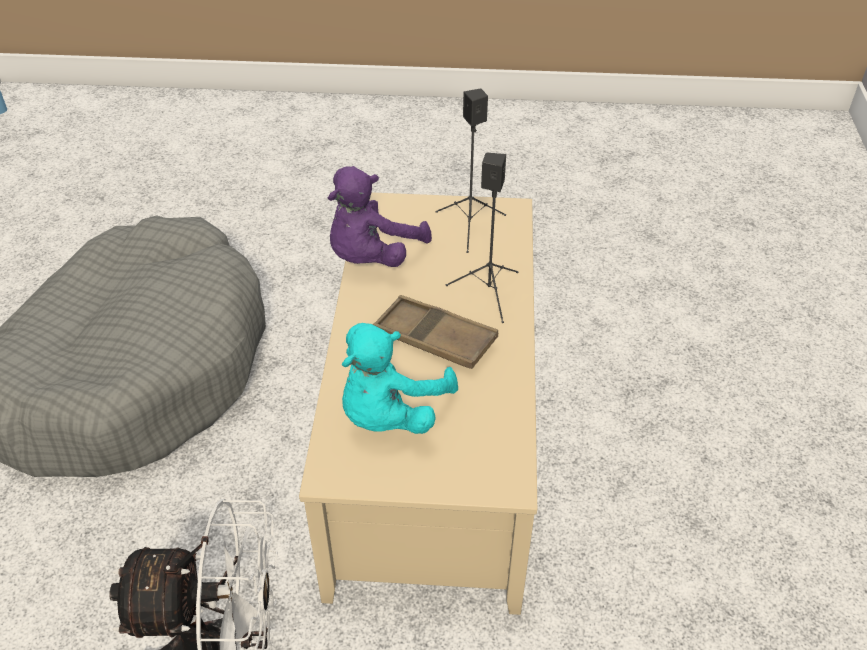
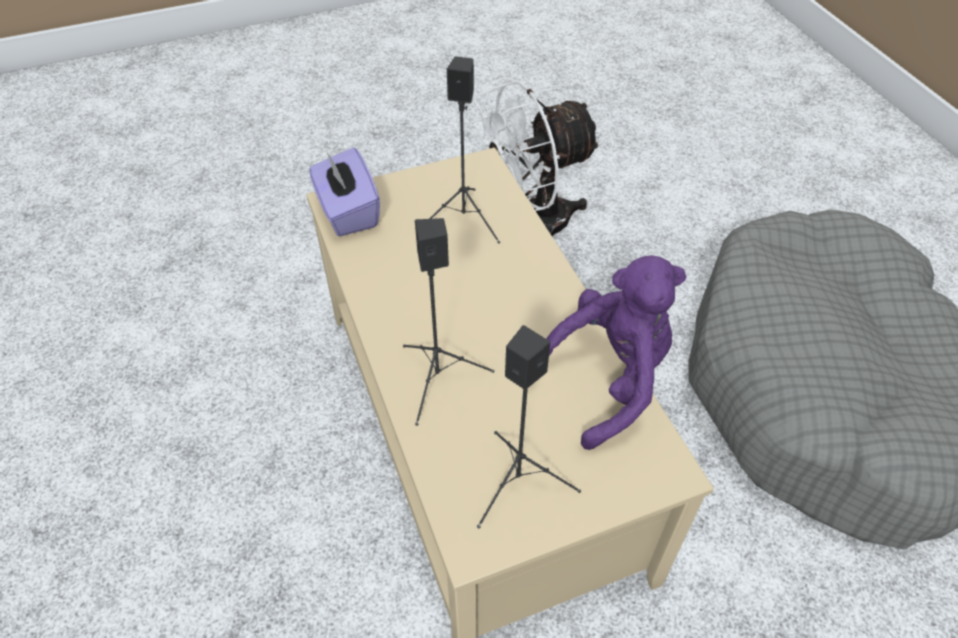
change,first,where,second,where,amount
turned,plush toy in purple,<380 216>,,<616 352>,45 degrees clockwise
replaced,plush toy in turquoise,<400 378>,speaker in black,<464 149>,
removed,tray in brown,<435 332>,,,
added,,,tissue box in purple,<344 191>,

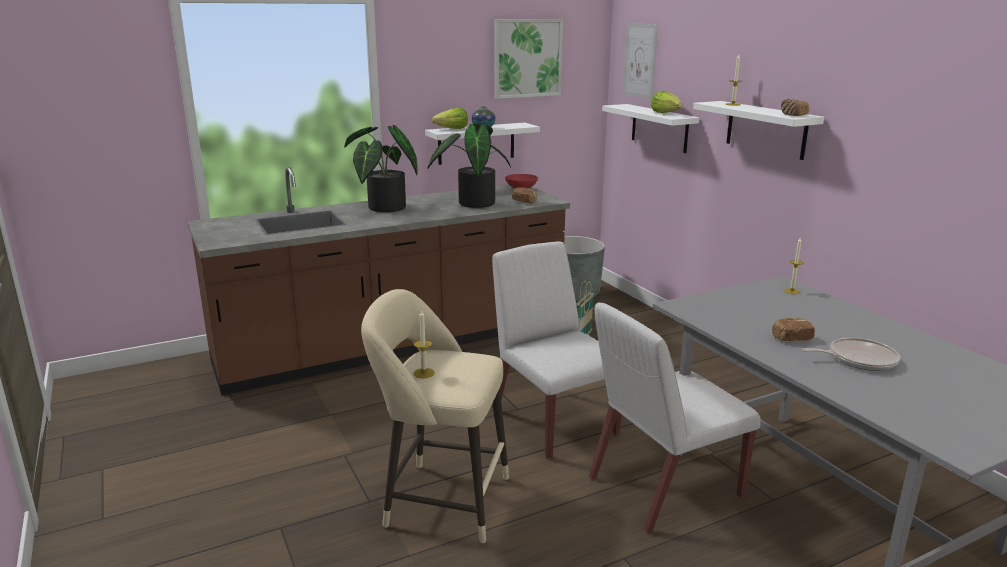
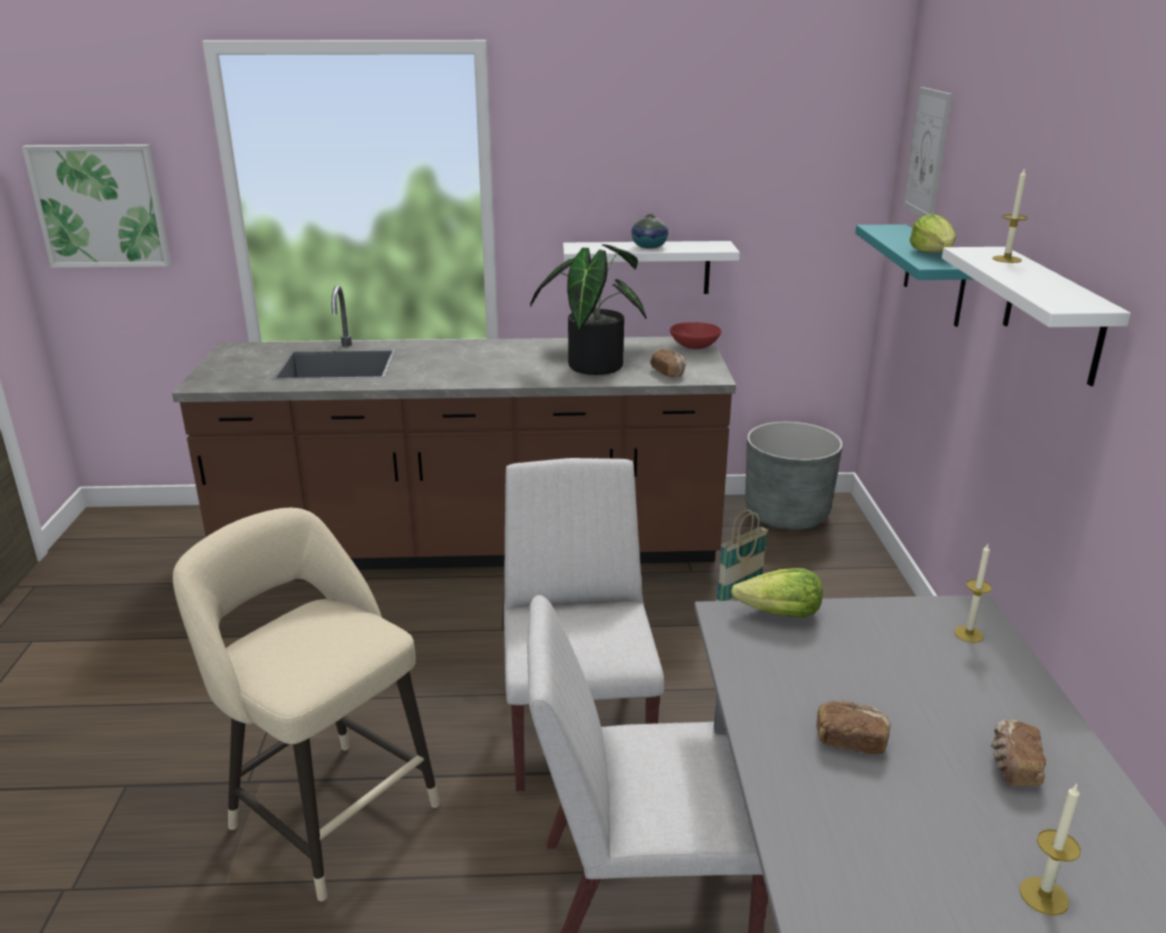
change,first,where,second,where,amount
removed,potted plant,<381 168>,,,
moved,candle,<424 344>,,<1050 849>,
moved,lettuce,<450 118>,,<777 593>,
moved,picture,<528 59>,,<97 206>,
recoloured,shelf in white,<650 128>,shelf in turquoise,<914 275>,
moved,bread,<795 107>,,<1018 753>,
removed,frying pan,<851 354>,,,

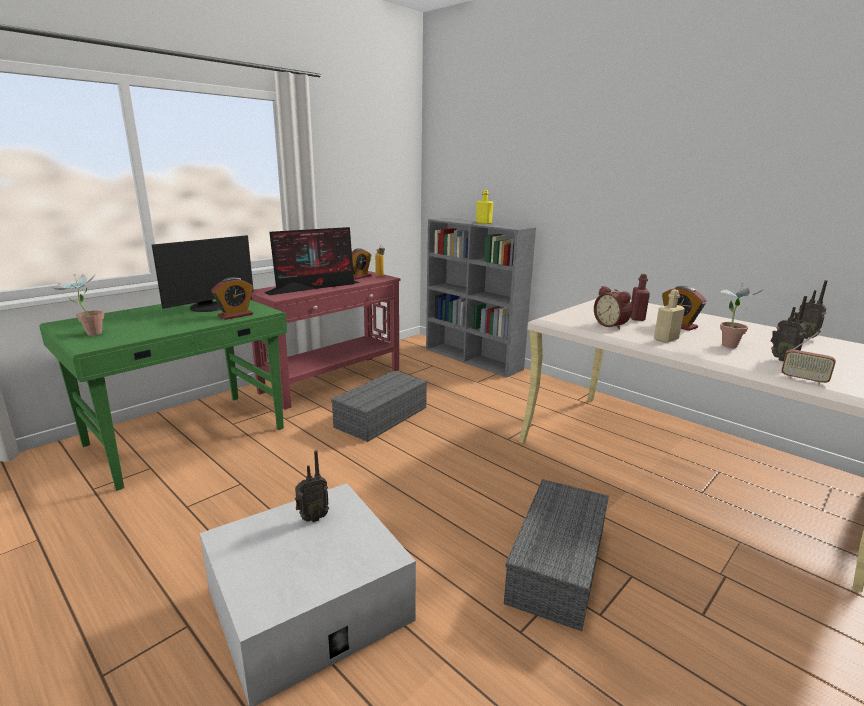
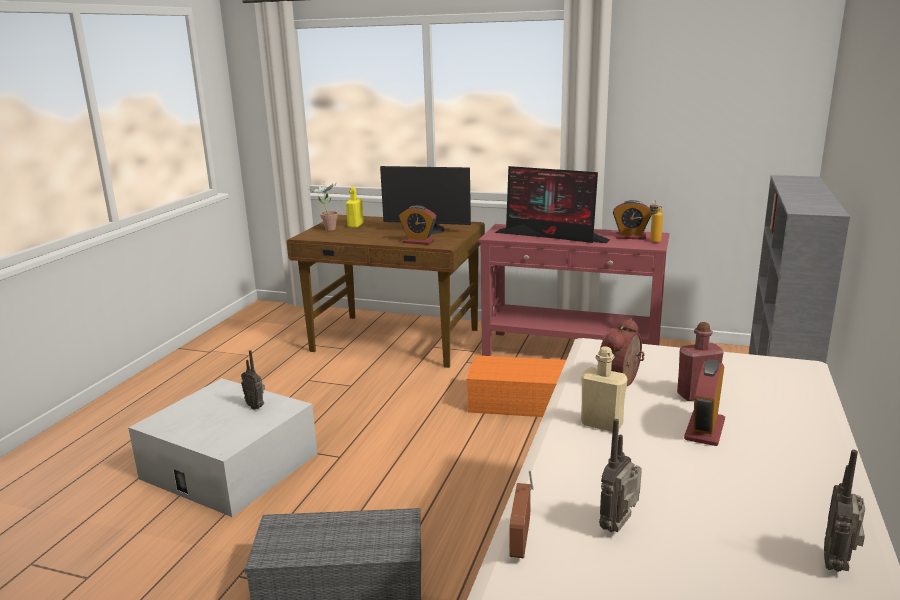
change,first,where,second,where,amount
recoloured,desk in green,<163 395>,desk in brown,<386 291>,
recoloured,storage box in grey,<379 406>,storage box in orange,<516 386>,
moved,bottle in yellow,<484 207>,,<355 207>,
removed,potted plant,<740 315>,,,

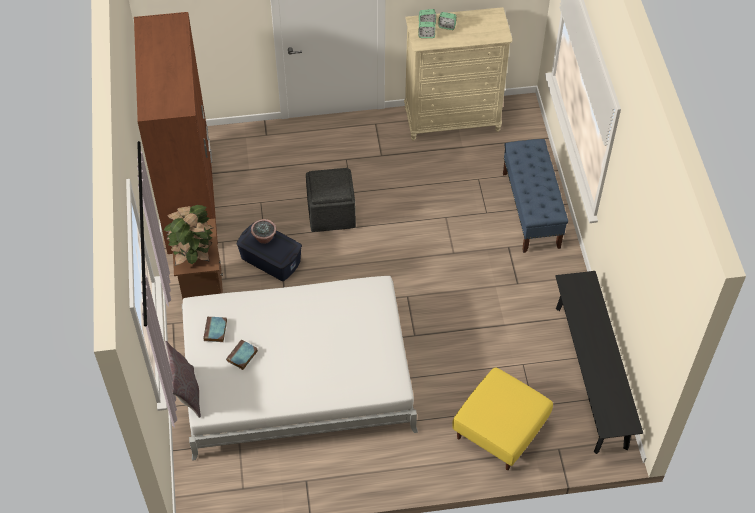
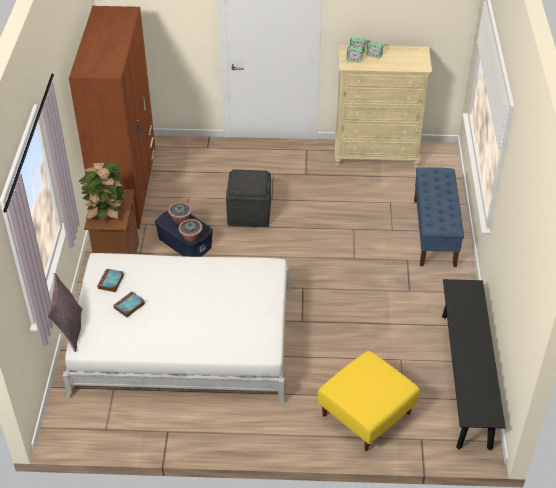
change,first,where,second,where,amount
added,,,potted plant,<190 230>,

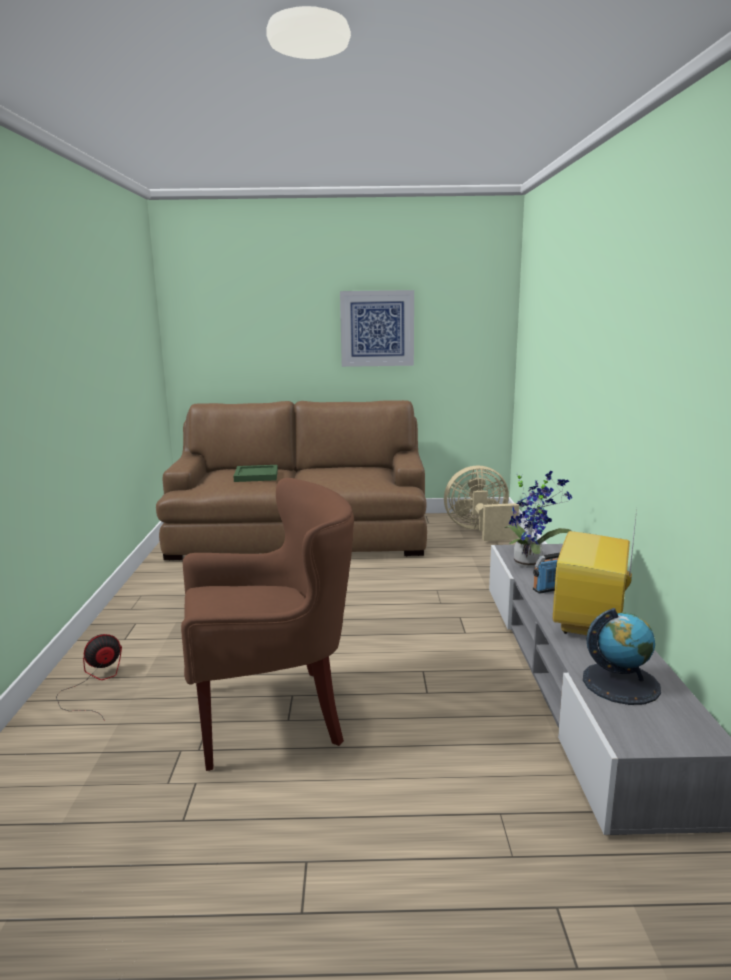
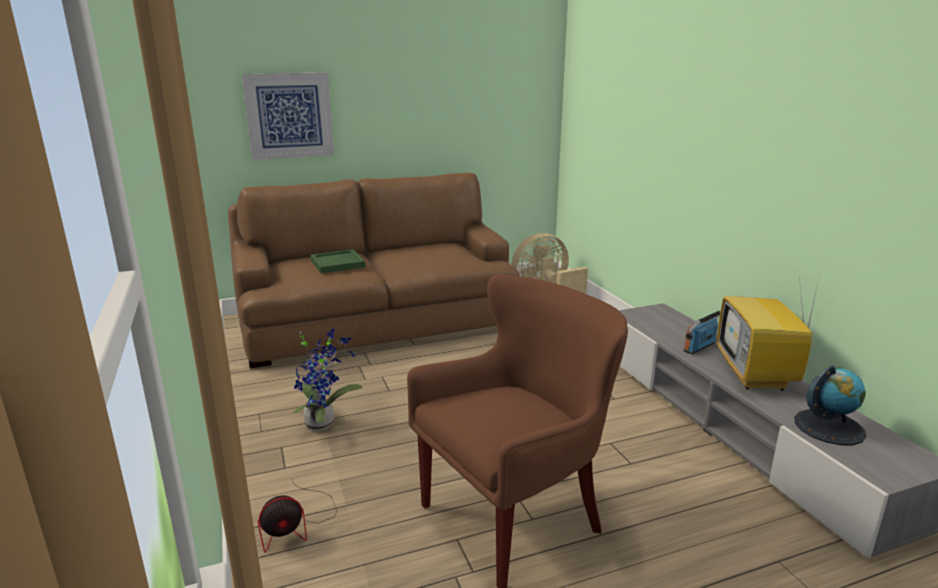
change,first,where,second,where,amount
turned,fan,<89 677>,,<297 516>,150 degrees counterclockwise
moved,picture,<377 328>,,<288 116>,
moved,potted plant,<538 519>,,<327 380>,

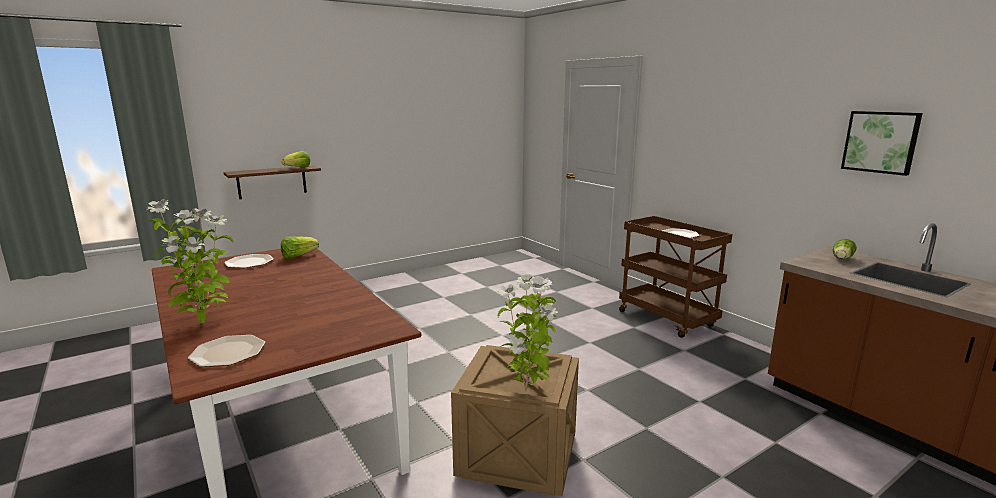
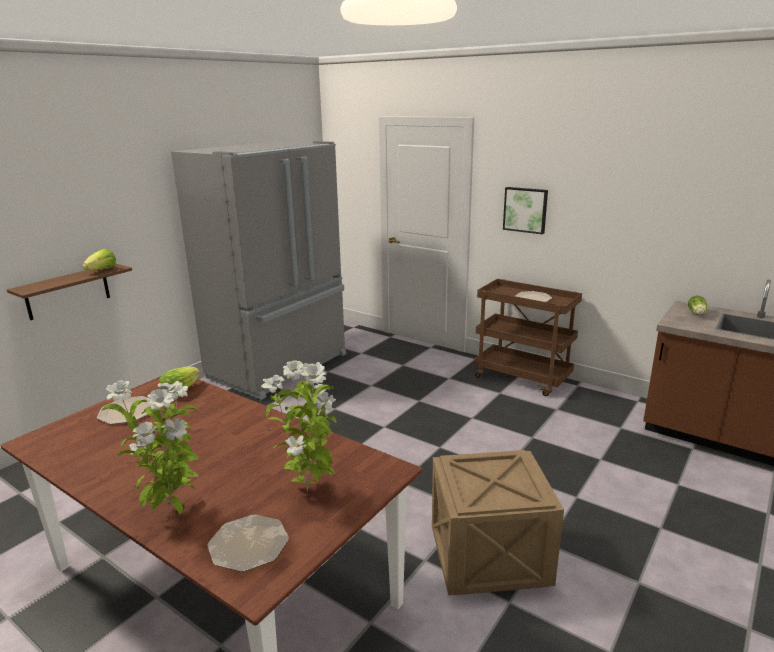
change,first,where,second,where,amount
moved,potted plant,<527 333>,,<299 425>,
moved,picture,<882 143>,,<525 210>,
added,,,fridge in grey,<258 270>,

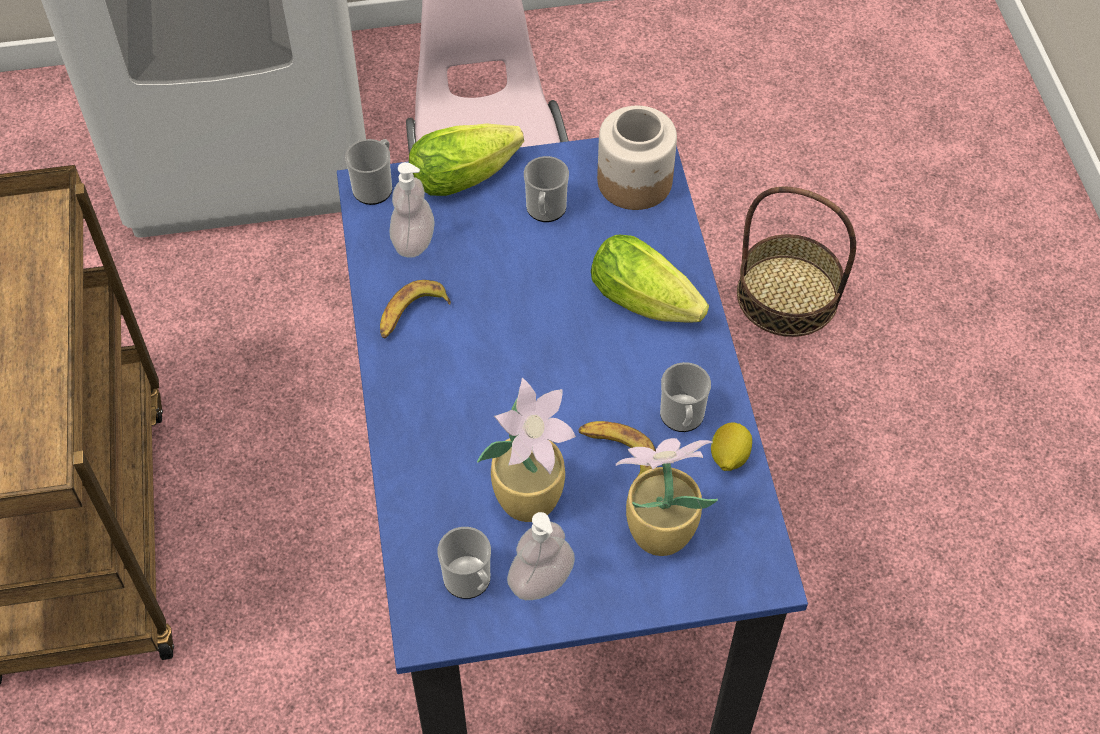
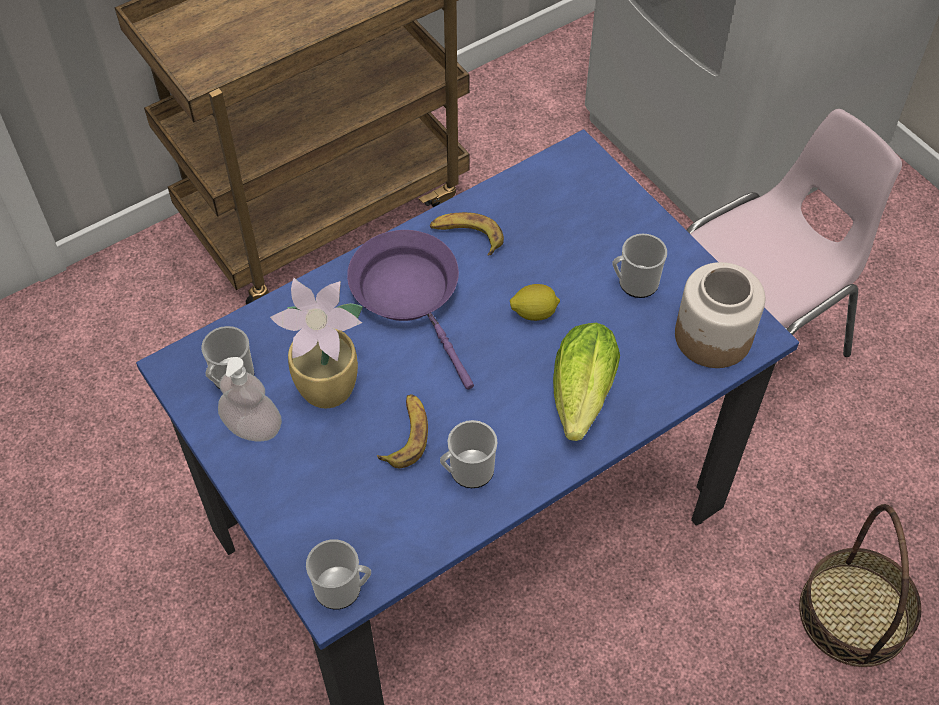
change,first,where,second,where,amount
moved,mug,<368 172>,,<338 574>,
removed,soap dispenser,<412 209>,,,
removed,lettuce,<466 159>,,,
removed,potted plant,<667 497>,,,
moved,lemon,<731 447>,,<535 302>,
added,,,frying pan in purple,<410 309>,

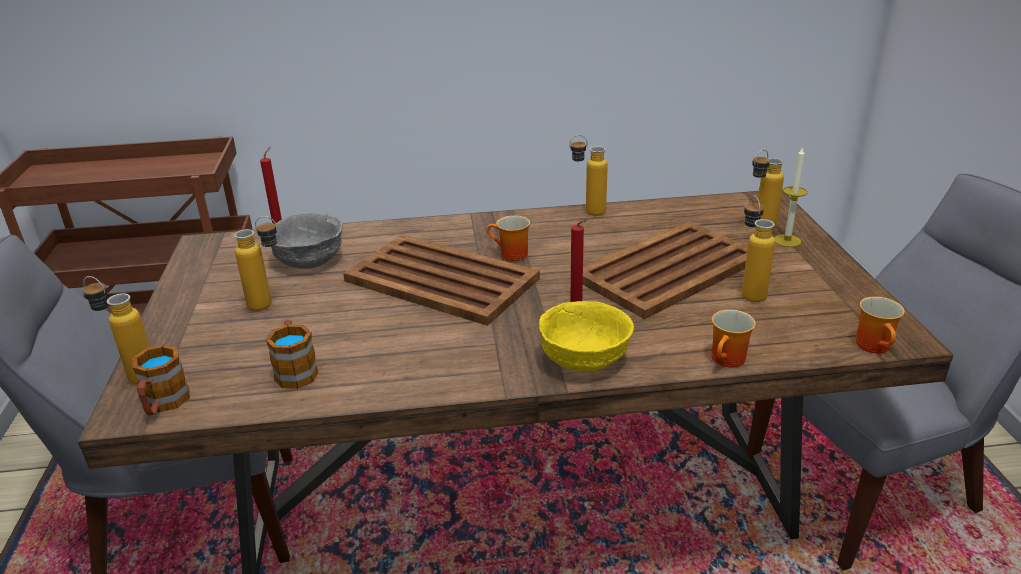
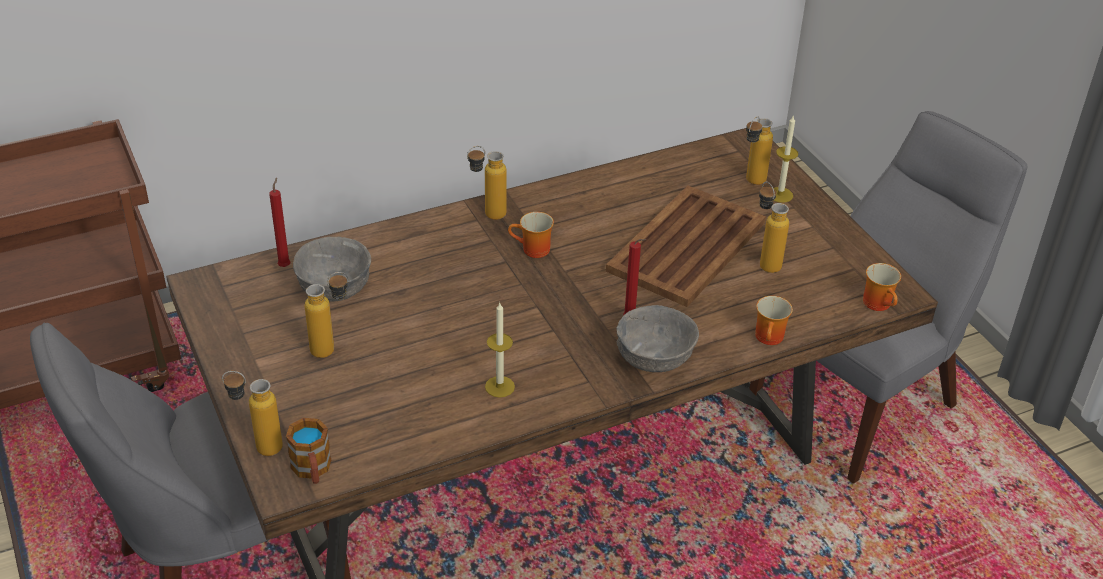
change,first,where,second,where,amount
removed,mug,<292 354>,,,
removed,tray in brown,<441 280>,,,
recoloured,bowl in yellow,<586 336>,bowl in grey,<658 338>,
moved,bottle,<588 175>,,<487 183>,
added,,,candle,<500 350>,

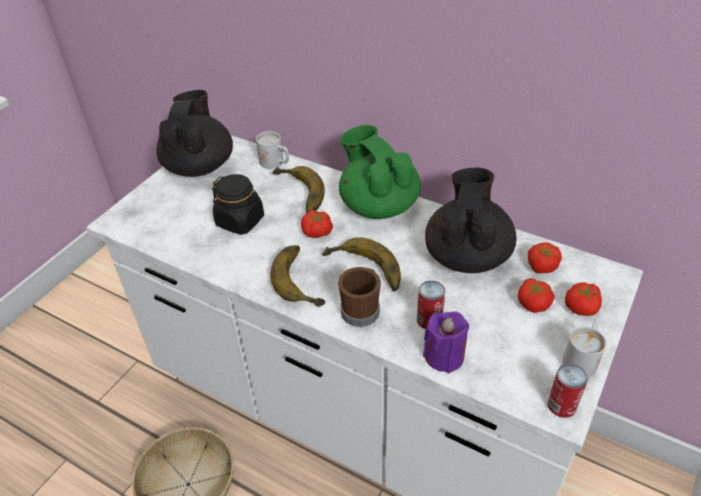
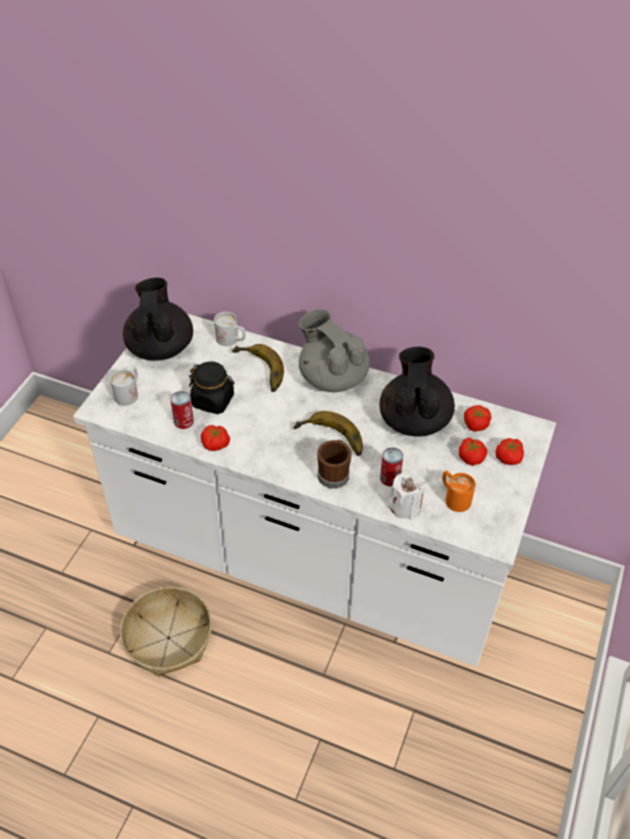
change,first,where,second,where,amount
removed,banana,<297 276>,,,
moved,tomato,<317 224>,,<215 438>,
recoloured,teapot in green,<380 172>,teapot in grey,<334 350>,
recoloured,candle in purple,<446 342>,candle in white,<407 496>,
moved,can,<567 391>,,<182 410>,
moved,mug in white,<584 350>,,<124 386>,
added,,,mug in orange,<459 491>,

